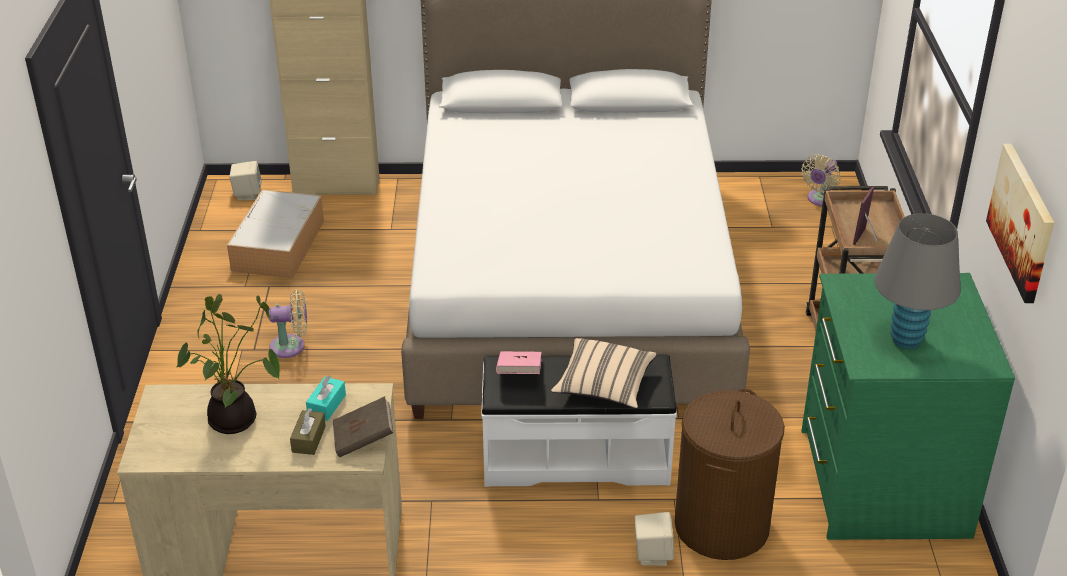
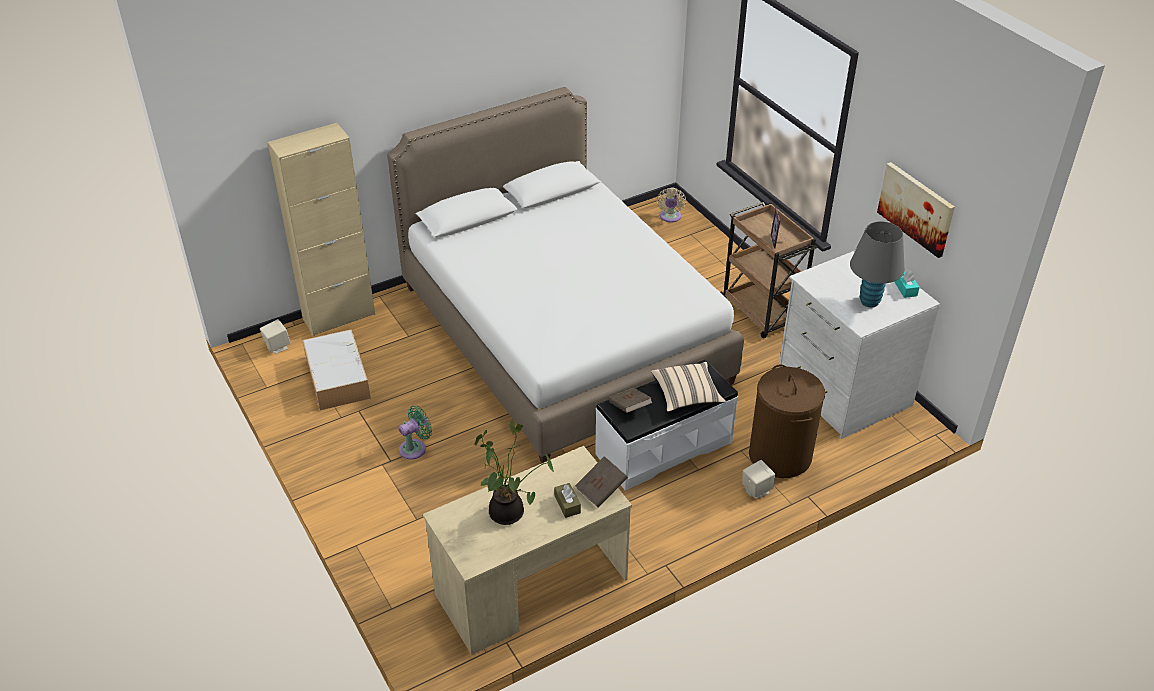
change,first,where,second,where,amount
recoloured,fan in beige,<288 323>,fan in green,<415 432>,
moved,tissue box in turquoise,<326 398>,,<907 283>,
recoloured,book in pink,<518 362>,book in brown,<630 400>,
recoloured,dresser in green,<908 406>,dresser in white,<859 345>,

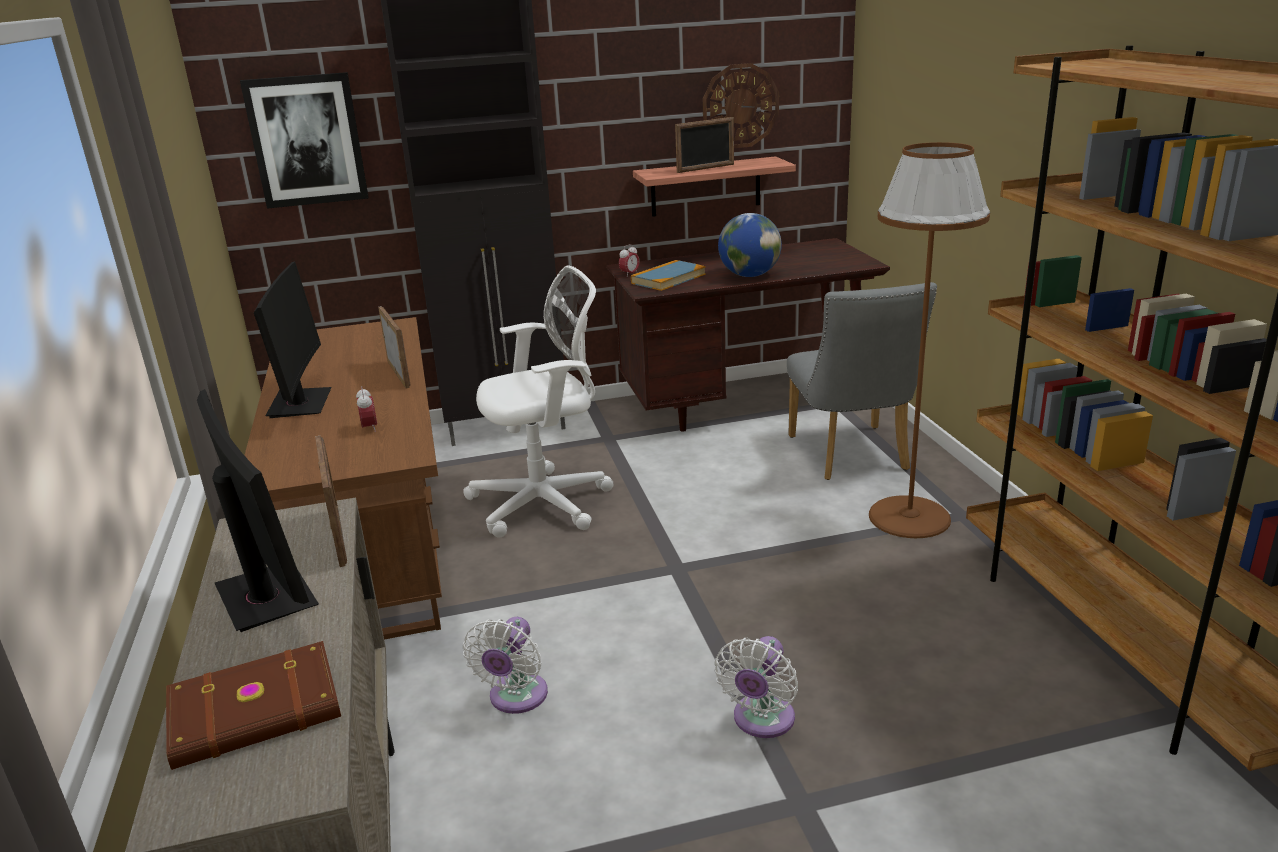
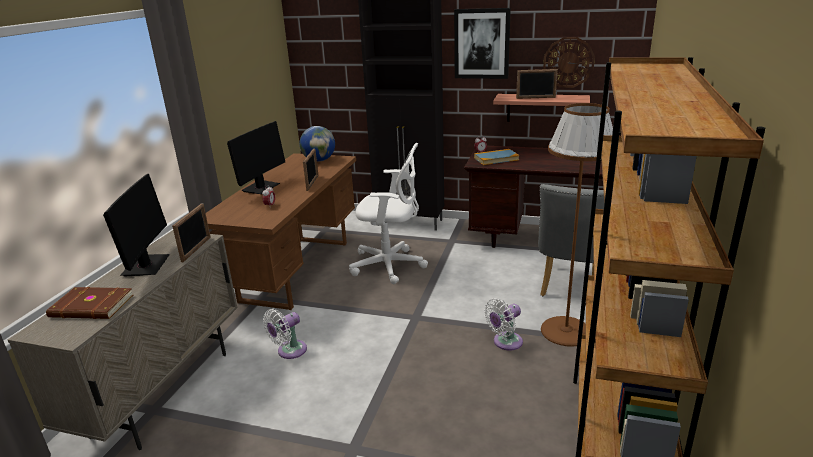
change,first,where,second,where,amount
moved,picture,<304 140>,,<482 43>,
moved,fan in white,<756 687>,,<503 324>,
moved,globe,<750 245>,,<317 144>,

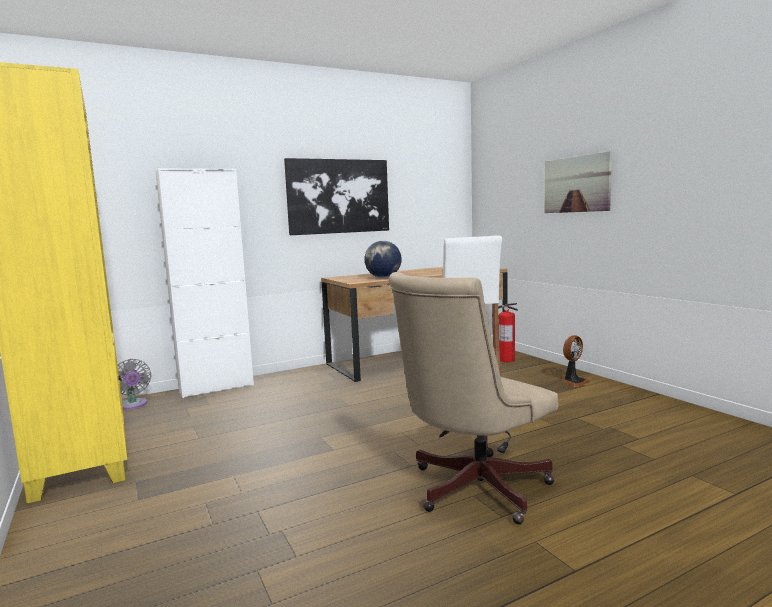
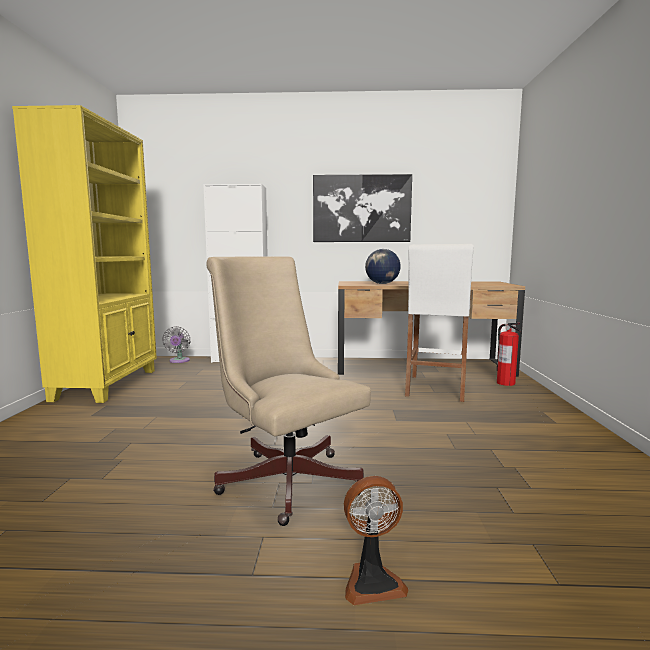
change,first,where,second,where,amount
turned,office chair in beige,<473 398>,,<288 391>,60 degrees clockwise
removed,picture,<578 182>,,,
moved,fan,<575 361>,,<376 540>,

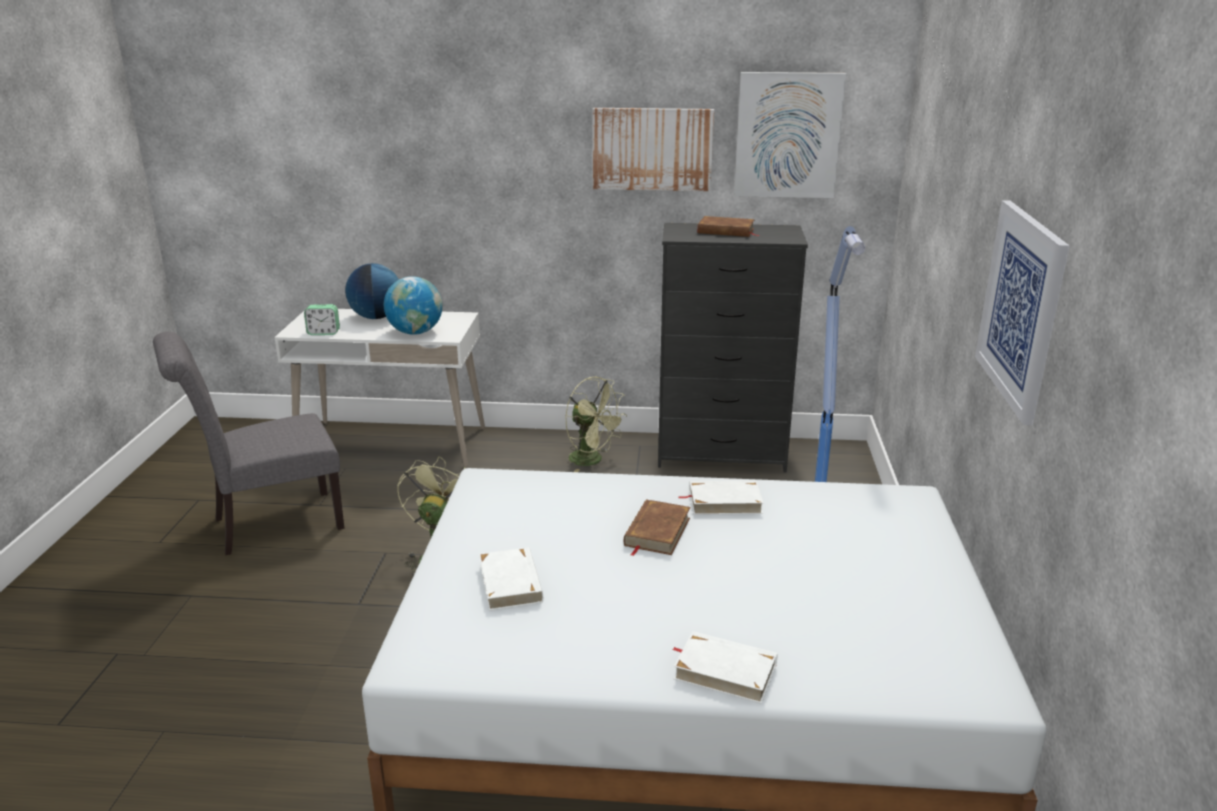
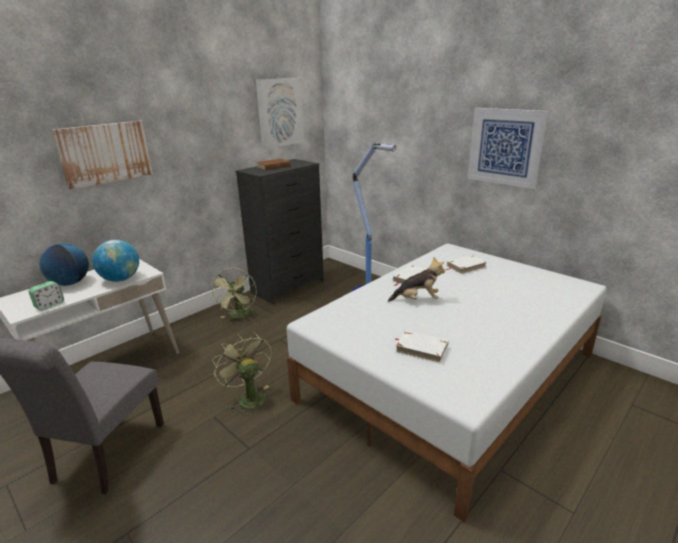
change,first,where,second,where,amount
turned,fan in green,<596 424>,,<233 293>,105 degrees clockwise
moved,picture,<653 149>,,<102 155>,
replaced,book in brown,<657 527>,plush toy,<416 279>,
moved,book in white,<725 667>,,<466 265>,

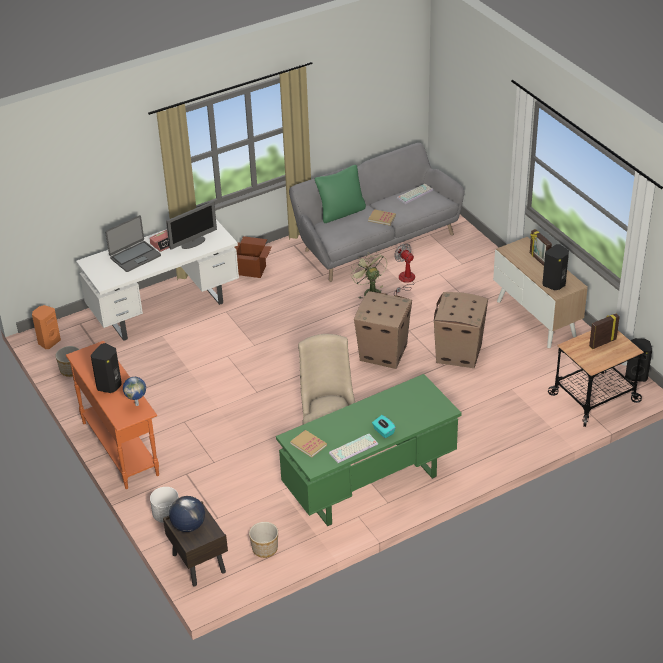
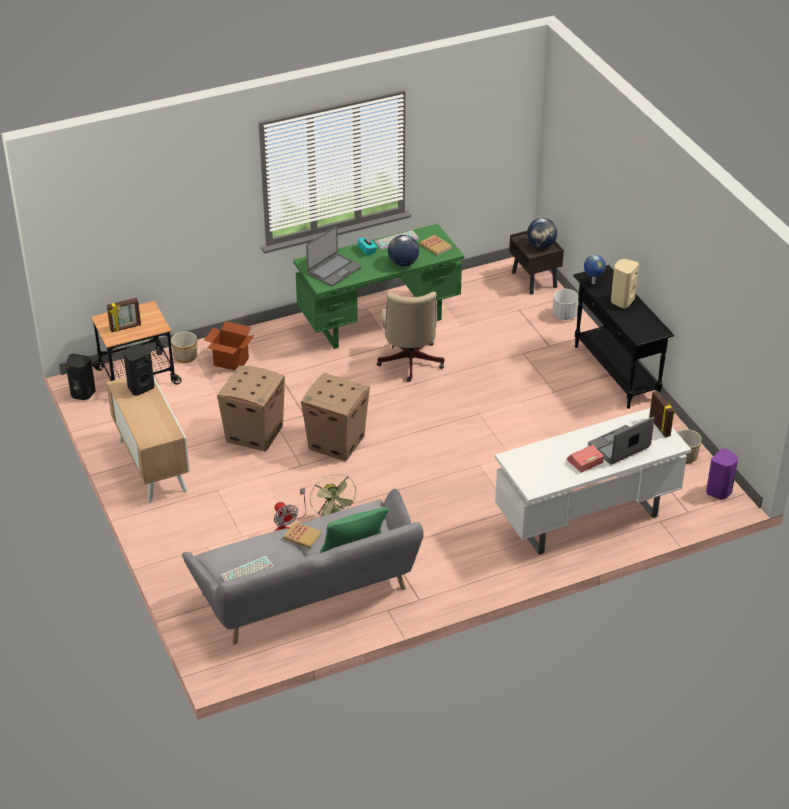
change,first,where,second,where,amount
recoloured,speaker in orange,<46 327>,speaker in purple,<722 474>,
recoloured,console table in orange,<112 415>,console table in black,<623 337>,
recoloured,speaker in black,<106 368>,speaker in beige,<625 283>,
removed,monitor,<191 225>,,,
moved,cardboard box,<253 257>,,<229 346>,
moved,planter,<263 540>,,<184 347>,
moved,picture frame,<541 247>,,<662 414>,
added,,,laptop,<334 256>,
added,,,globe,<403 251>,

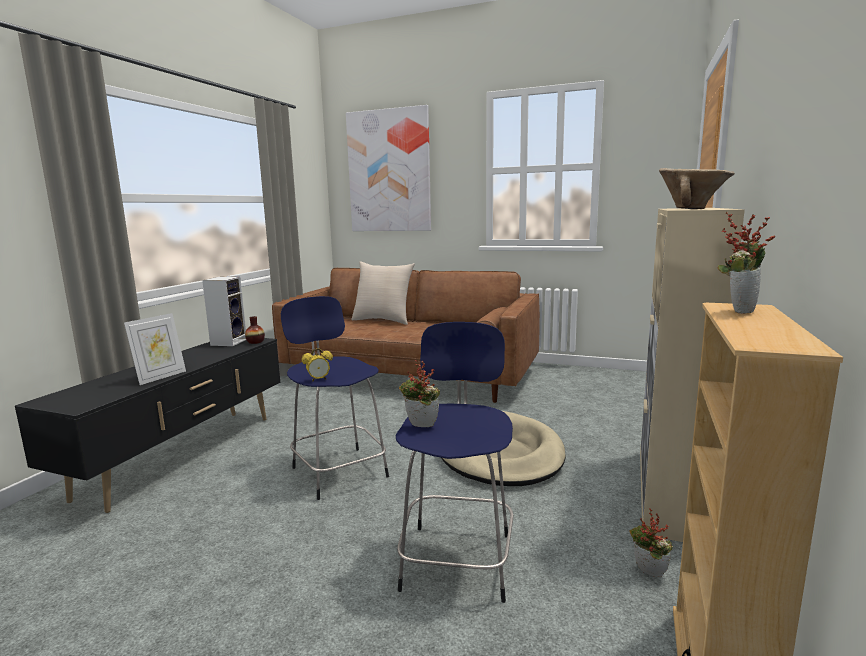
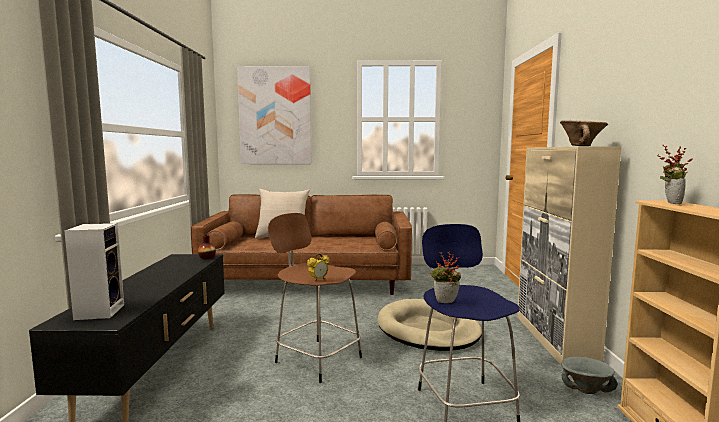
change,first,where,second,where,amount
removed,picture frame,<155 349>,,,
moved,speaker,<224 311>,,<94 271>,
recoloured,stool in blue,<335 398>,stool in brown,<315 298>,
replaced,potted plant,<651 543>,bowl in grey,<589 375>,

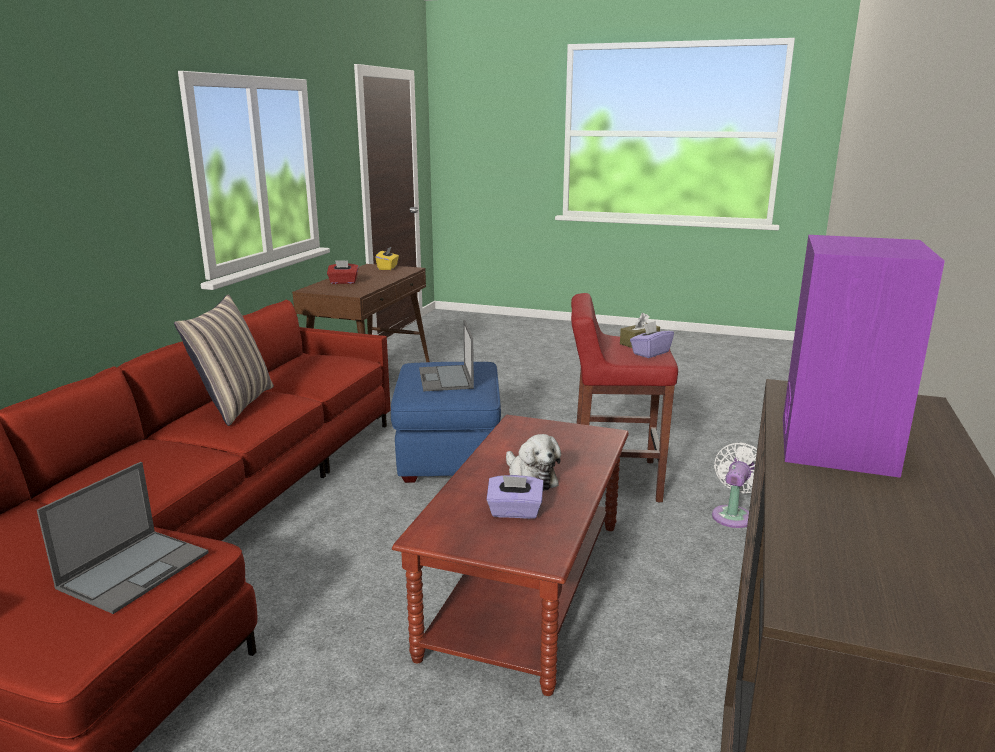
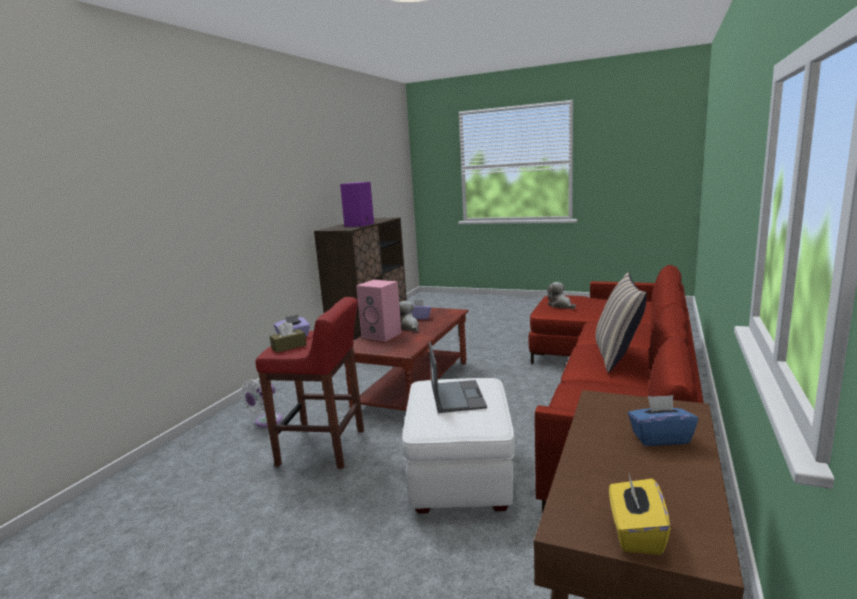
change,first,where,second,where,amount
replaced,laptop,<123 538>,plush toy,<561 295>,
recoloured,tissue box in red,<343 272>,tissue box in blue,<663 420>,
recoloured,ottoman in blue,<446 422>,ottoman in white,<458 446>,
added,,,speaker in pink,<379 310>,

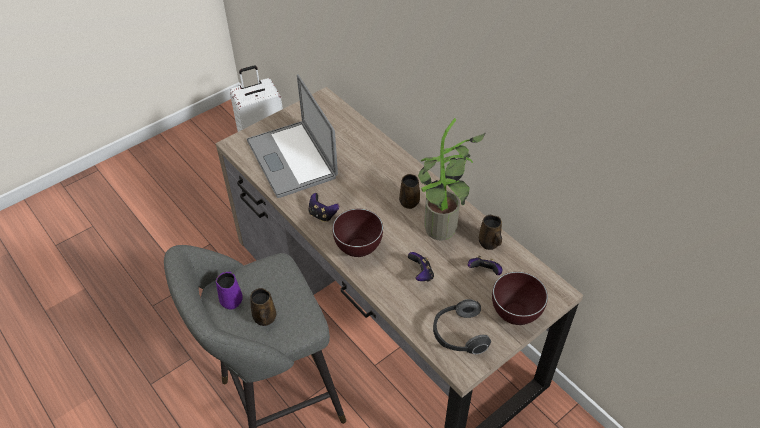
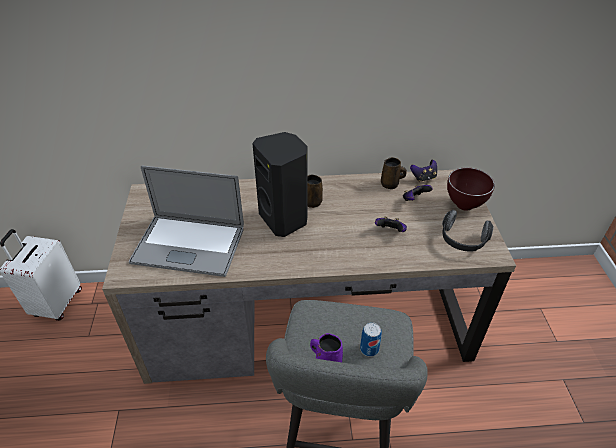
change,first,where,second,where,amount
replaced,mug in brown,<263 307>,can,<371 339>,
moved,game controller,<323 207>,,<423 171>,
removed,bowl in brown,<357 233>,,,
removed,potted plant,<452 179>,,,
added,,,speaker in black,<279 184>,

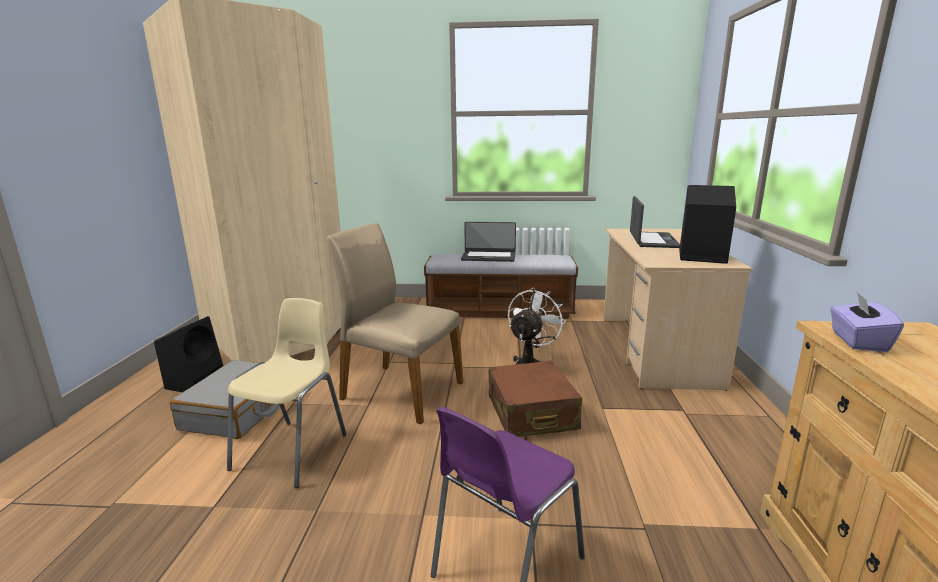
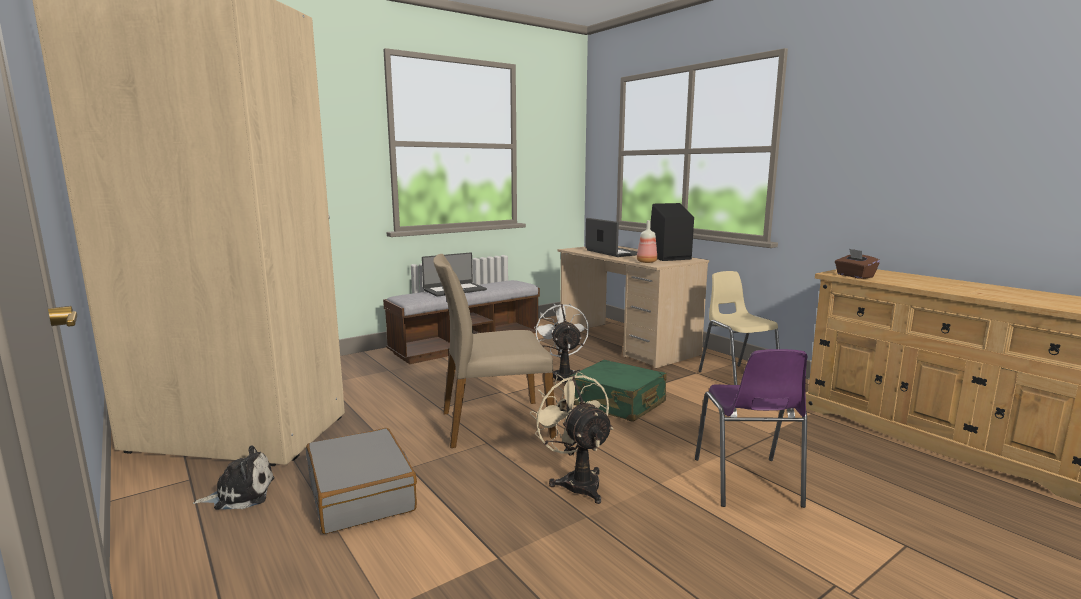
change,first,where,second,where,amount
replaced,speaker in black,<188 354>,plush toy,<233 477>,
moved,chair in beige,<287 393>,,<739 328>,
recoloured,suitcase in brown,<535 399>,suitcase in green,<618 391>,
recoloured,tissue box in purple,<867 322>,tissue box in brown,<857 264>,
added,,,fan in beige,<571 437>,
added,,,bottle,<647 241>,

